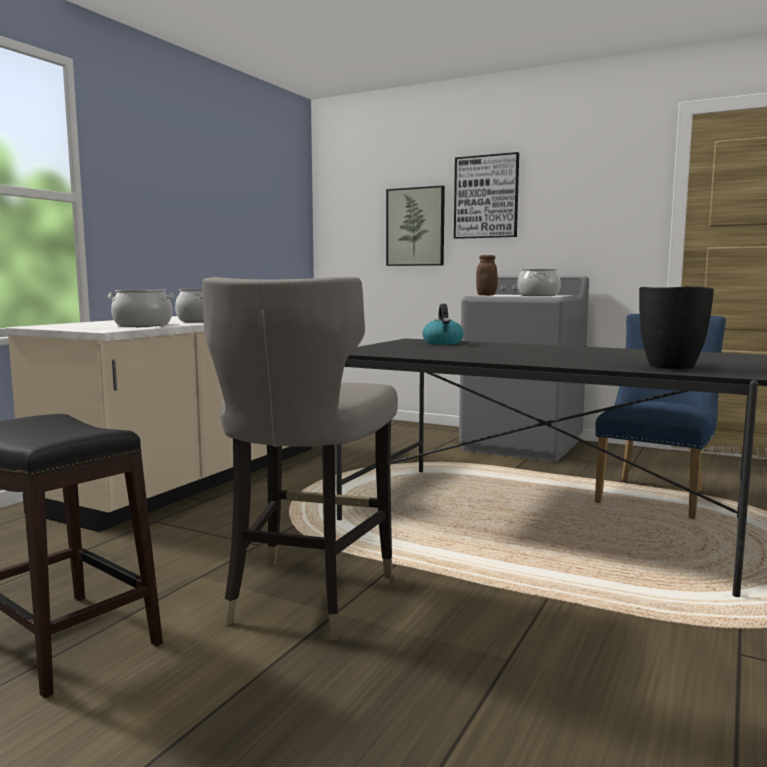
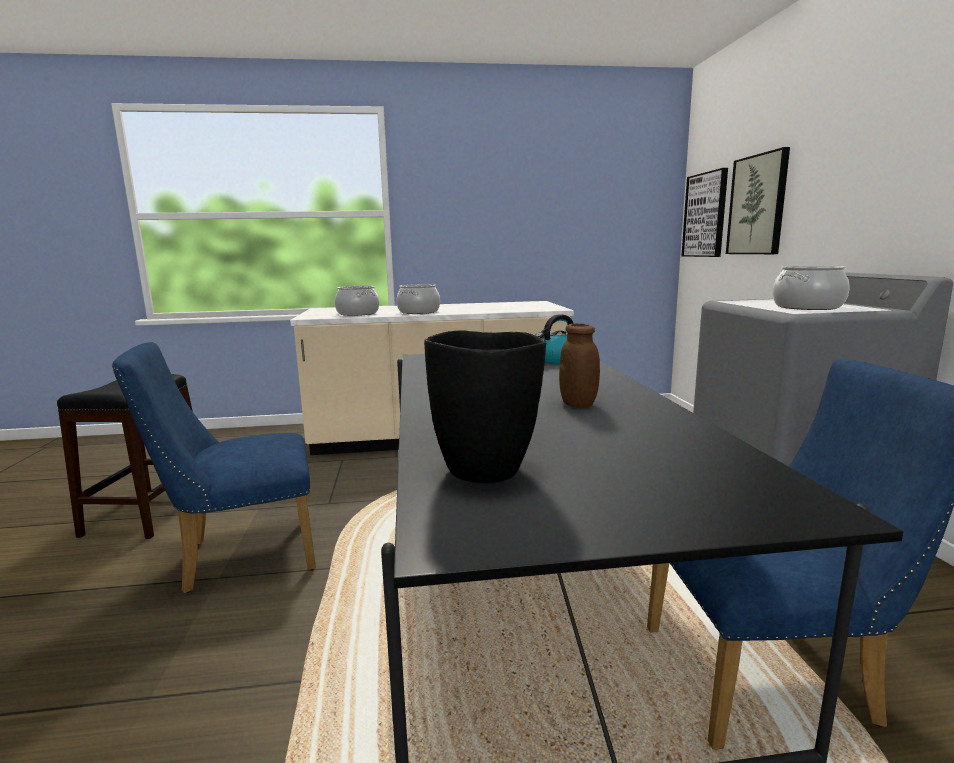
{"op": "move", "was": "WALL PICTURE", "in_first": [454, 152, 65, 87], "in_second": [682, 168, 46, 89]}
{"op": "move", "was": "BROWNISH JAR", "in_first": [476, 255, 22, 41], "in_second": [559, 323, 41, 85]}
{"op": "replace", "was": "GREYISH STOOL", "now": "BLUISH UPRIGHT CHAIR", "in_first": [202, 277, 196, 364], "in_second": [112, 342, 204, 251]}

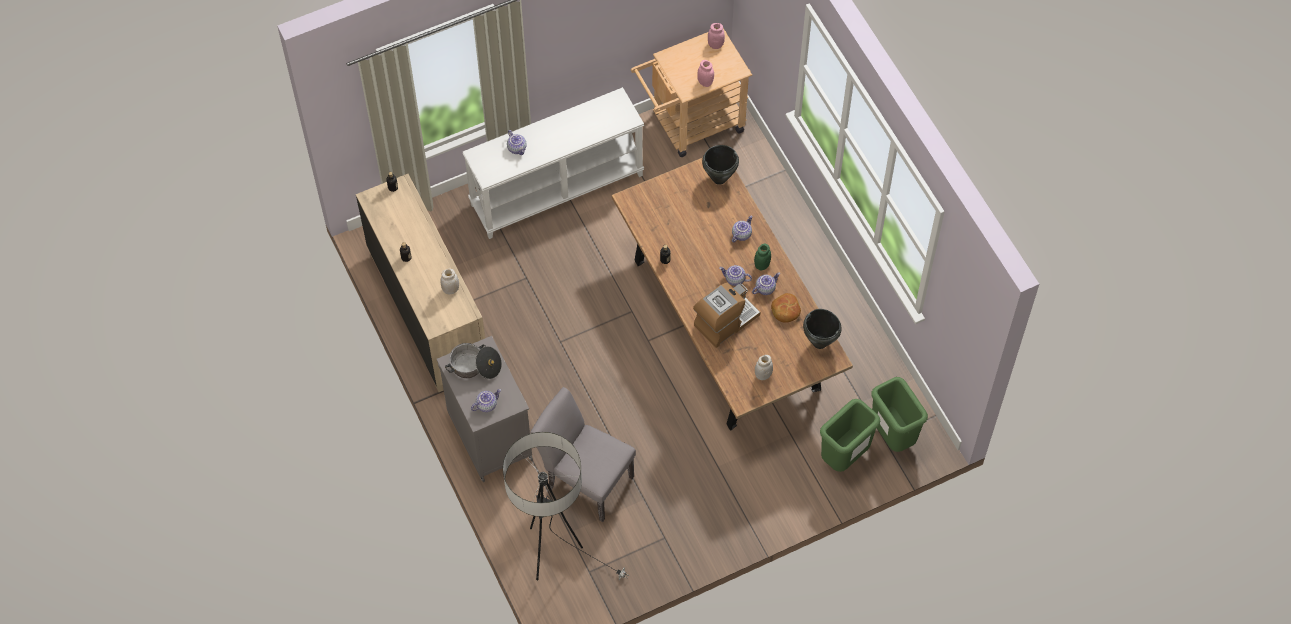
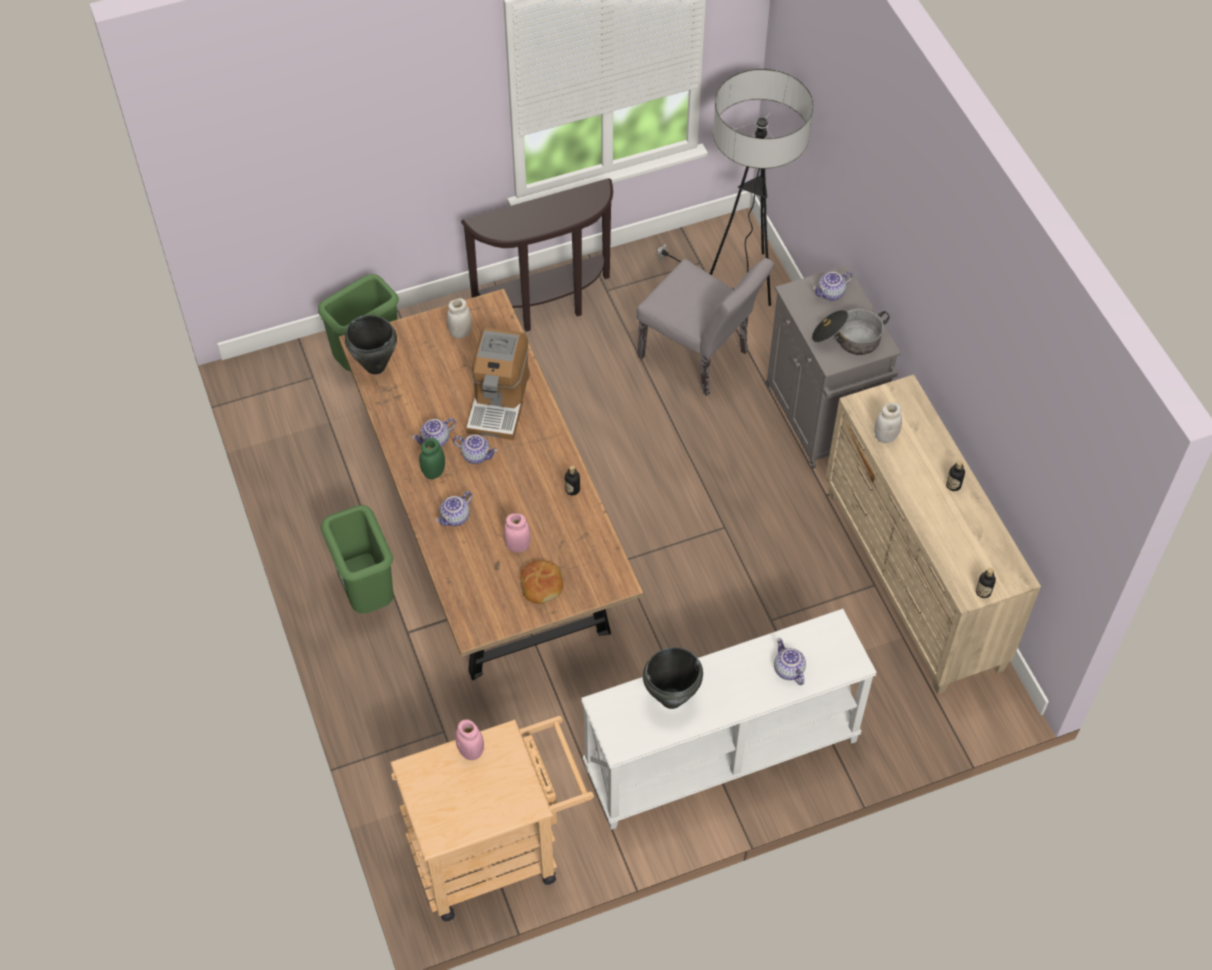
{"op": "insert", "now": "BROWNISH HALL TABLE", "in_second": [461, 178, 152, 154]}
{"op": "move", "was": "BLACK-COLOURED COOKING POT", "in_first": [702, 145, 37, 40], "in_second": [643, 647, 60, 62]}
{"op": "move", "was": "PINK-COLOURED JAR", "in_first": [708, 23, 17, 26], "in_second": [504, 513, 26, 39]}
{"op": "move", "was": "BAKERY BREAD", "in_first": [771, 293, 30, 30], "in_second": [520, 560, 43, 44]}
{"op": "move", "was": "GREEN TRASH CAN", "in_first": [871, 377, 57, 75], "in_second": [321, 505, 73, 109]}
{"op": "rotate", "was": "COFFEE BREWER", "in_first": [693, 283, 67, 65], "in_second": [466, 327, 64, 113], "clockwise": -45}

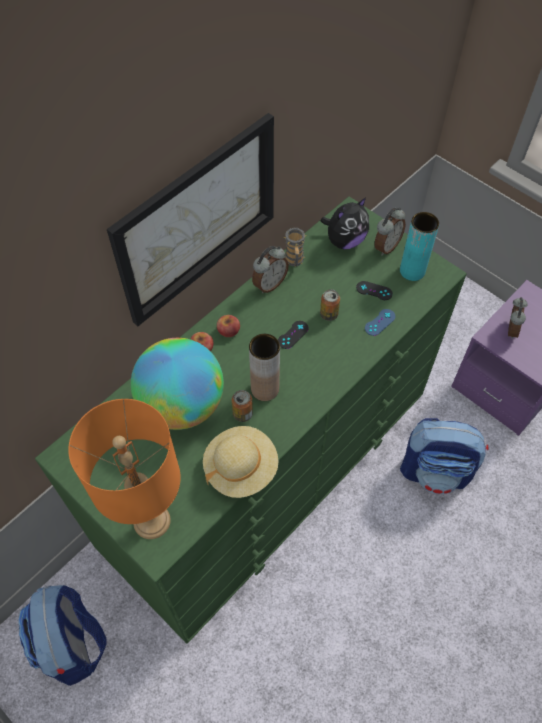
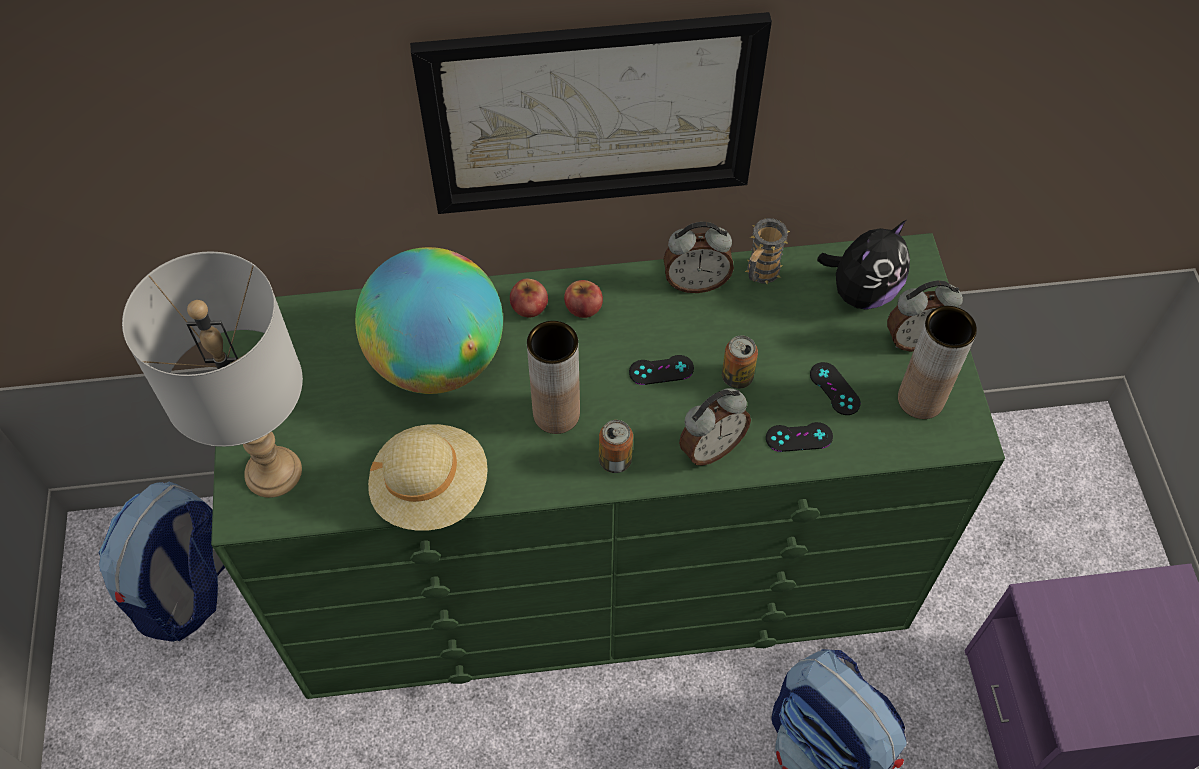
{"op": "move", "was": "CAN", "in_first": [232, 390, 21, 32], "in_second": [599, 420, 34, 53]}
{"op": "move", "was": "ALARM CLOCK", "in_first": [508, 297, 20, 42], "in_second": [679, 388, 72, 77]}
{"op": "recolor", "was": "ORANGE-COLOURED TABLETOP LAMP", "now": "GREYISH TABLETOP LAMP", "in_first": [68, 399, 113, 140], "in_second": [122, 252, 181, 246]}
{"op": "recolor", "was": "BLUISH GAME CONTROLLER", "now": "BLACK-COLOURED GAME CONTROLLER", "in_first": [365, 309, 31, 27], "in_second": [766, 422, 67, 30]}
{"op": "recolor", "was": "TURQUOISE-COLOURED DECORATIVE VASE", "now": "BROWNISH DECORATIVE VASE", "in_first": [400, 212, 39, 69], "in_second": [898, 306, 79, 113]}
{"op": "rotate", "was": "CUDDLY TOY", "in_first": [321, 197, 48, 52], "in_second": [817, 220, 93, 90], "clockwise": -45}

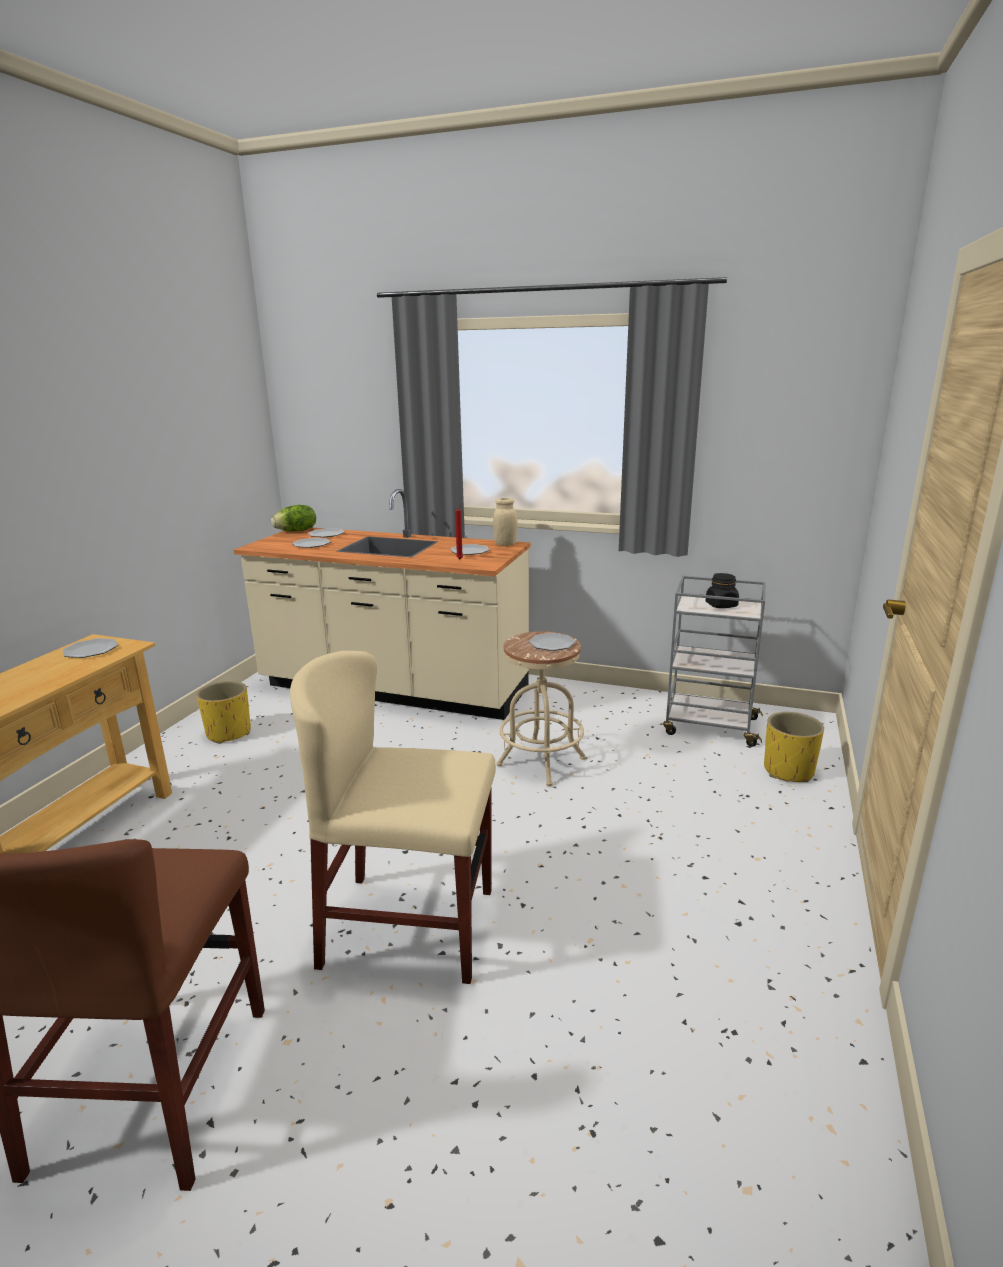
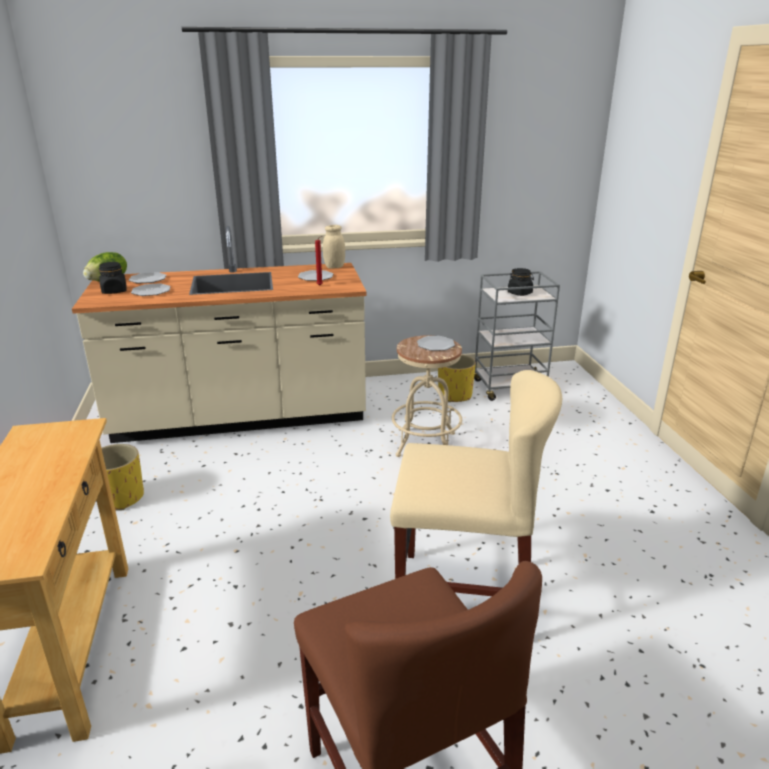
{"op": "delete", "was": "FLAT DISH", "in_first": [62, 638, 56, 20]}
{"op": "insert", "now": "BLACK-COLOURED JAR", "in_second": [99, 262, 28, 32]}
{"op": "move", "was": "YELLOW-COLOURED FLOWER POT", "in_first": [764, 712, 60, 70], "in_second": [438, 355, 38, 47]}
{"op": "rotate", "was": "BEIGE-COLOURED UPRIGHT CHAIR", "in_first": [290, 651, 206, 333], "in_second": [390, 370, 172, 226], "clockwise": -150}

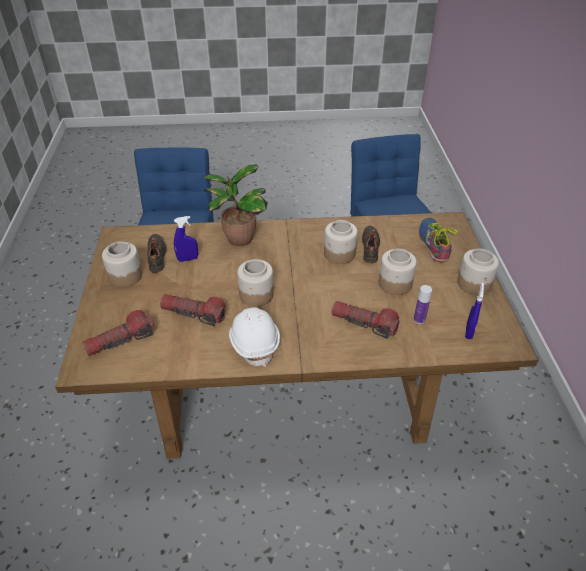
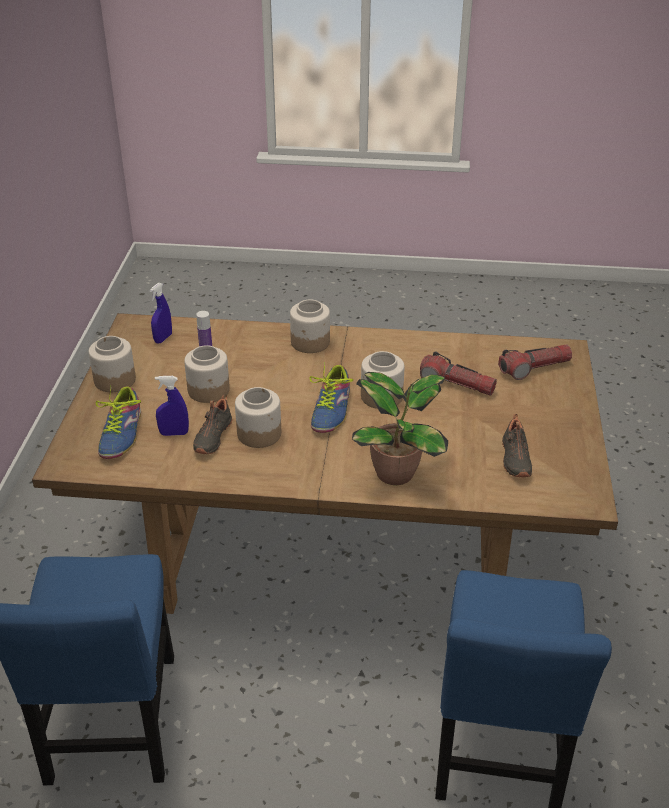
{"op": "delete", "was": "WHITE-COLOURED HARD HAT", "in_first": [229, 307, 51, 60]}
{"op": "delete", "was": "FLASHLIGHT", "in_first": [332, 301, 68, 38]}
{"op": "insert", "now": "LOW SHOE", "in_second": [310, 362, 43, 71]}
{"op": "move", "was": "JAR", "in_first": [102, 241, 40, 46], "in_second": [290, 299, 40, 54]}
{"op": "move", "was": "BLUISH HAND SPRAYER", "in_first": [174, 216, 24, 46], "in_second": [155, 376, 34, 60]}

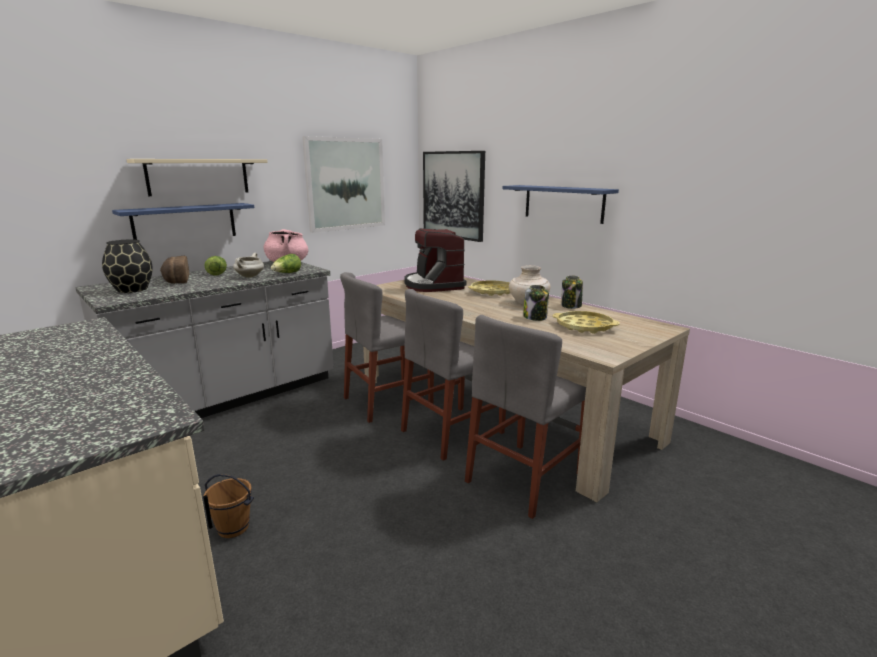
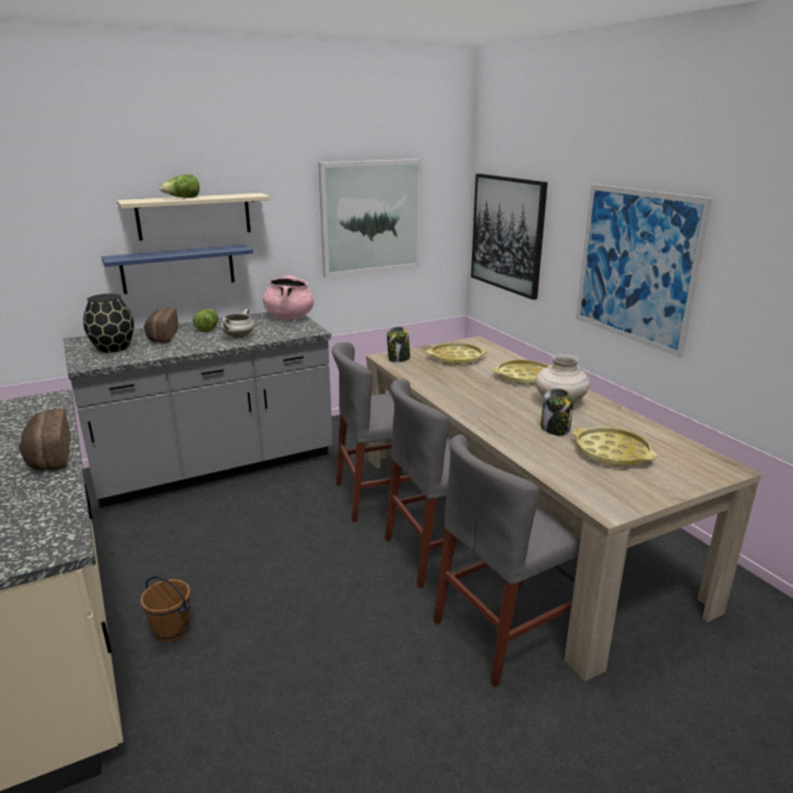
{"op": "insert", "now": "BAKERY BREAD", "in_second": [19, 408, 51, 63]}
{"op": "move", "was": "LETTUCE HEAD", "in_first": [271, 254, 30, 19], "in_second": [160, 174, 40, 24]}
{"op": "move", "was": "JAR", "in_first": [561, 275, 22, 34], "in_second": [387, 326, 23, 37]}
{"op": "replace", "was": "COFFEE BREWER", "now": "YELLOW-COLOURED TRAY", "in_first": [404, 228, 63, 64], "in_second": [426, 343, 61, 22]}
{"op": "replace", "was": "BLUISH BRACKET SHELF", "now": "WALL PICTURE", "in_first": [502, 185, 117, 39], "in_second": [576, 184, 137, 174]}

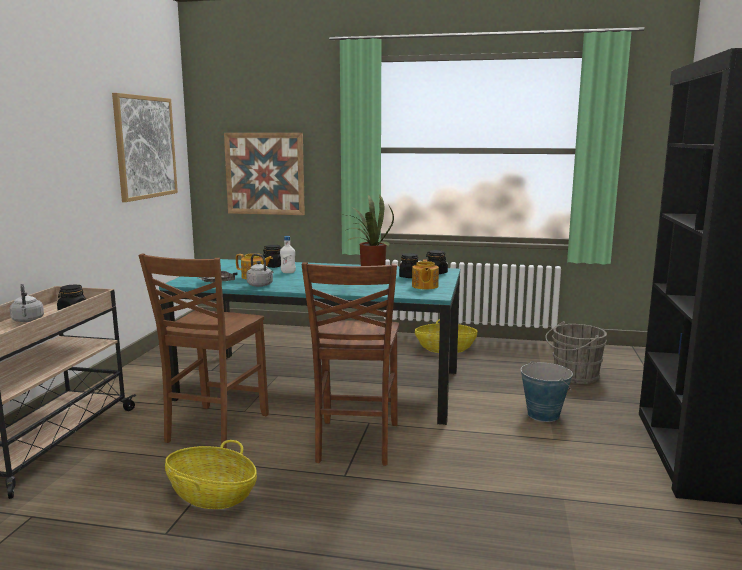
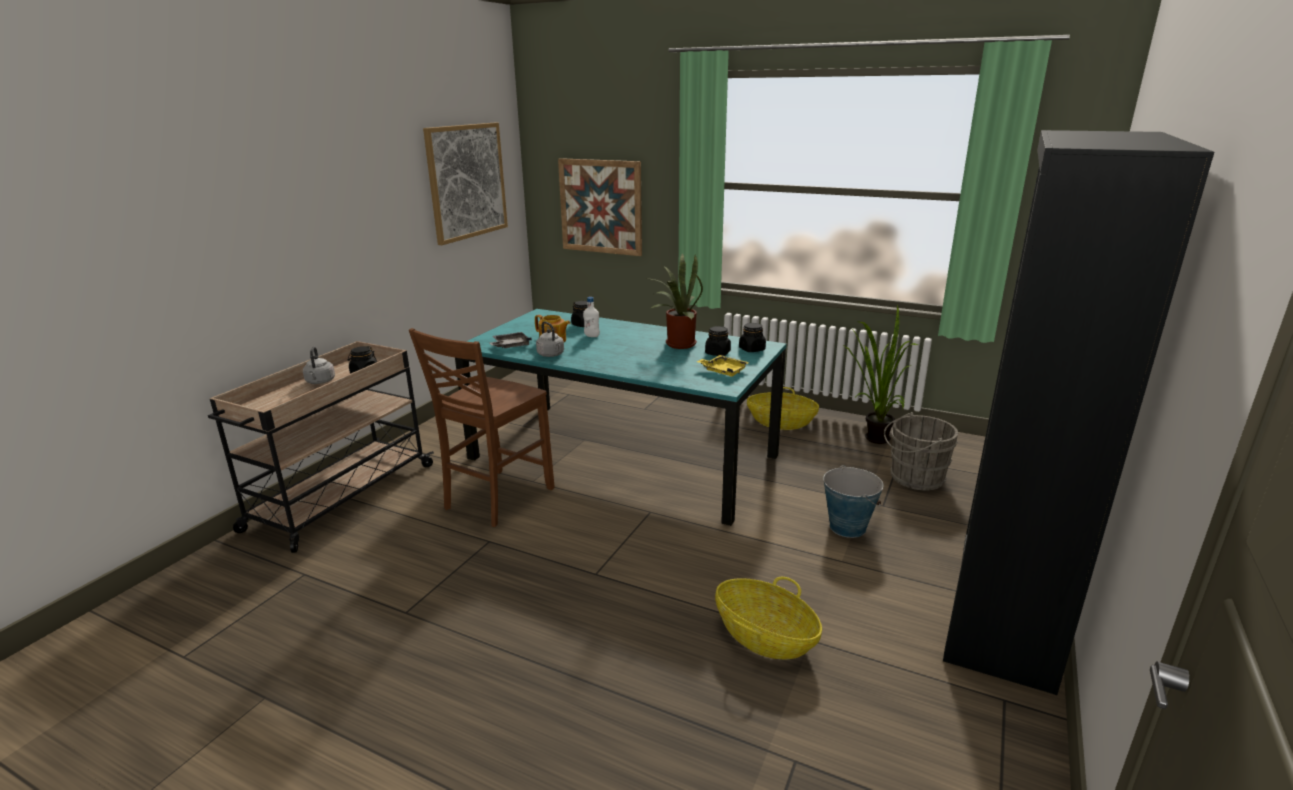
{"op": "delete", "was": "BROWNISH UPRIGHT CHAIR", "in_first": [301, 262, 98, 204]}
{"op": "insert", "now": "HOUSEPLANT", "in_second": [845, 305, 73, 139]}
{"op": "move", "was": "STORAGE BASKET", "in_first": [165, 440, 92, 69], "in_second": [715, 577, 107, 82]}
{"op": "replace", "was": "TEA POT", "now": "YELLOW-COLOURED TRAY", "in_first": [412, 259, 27, 30], "in_second": [697, 355, 52, 22]}

